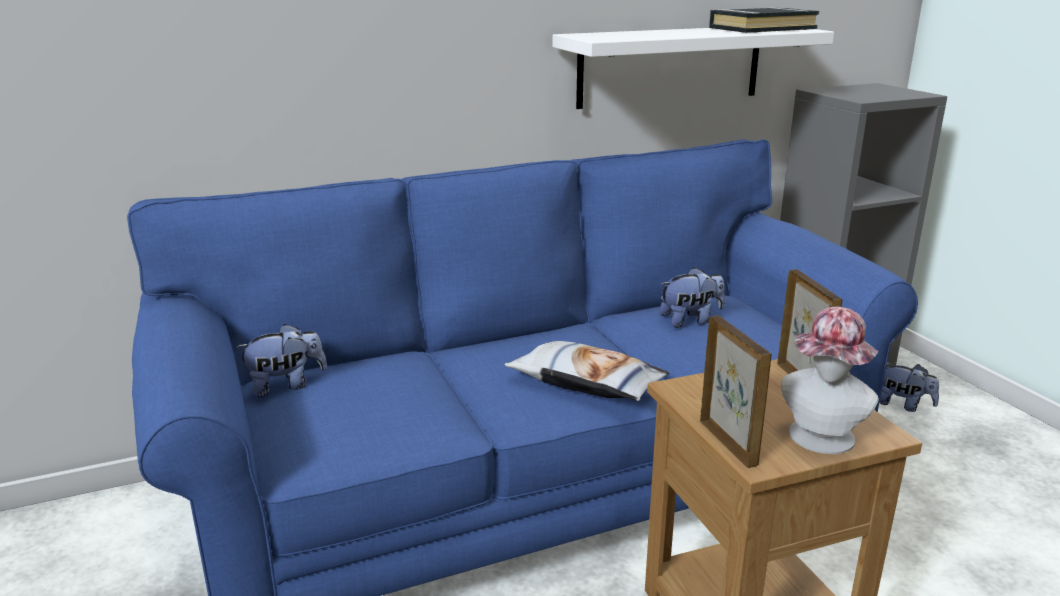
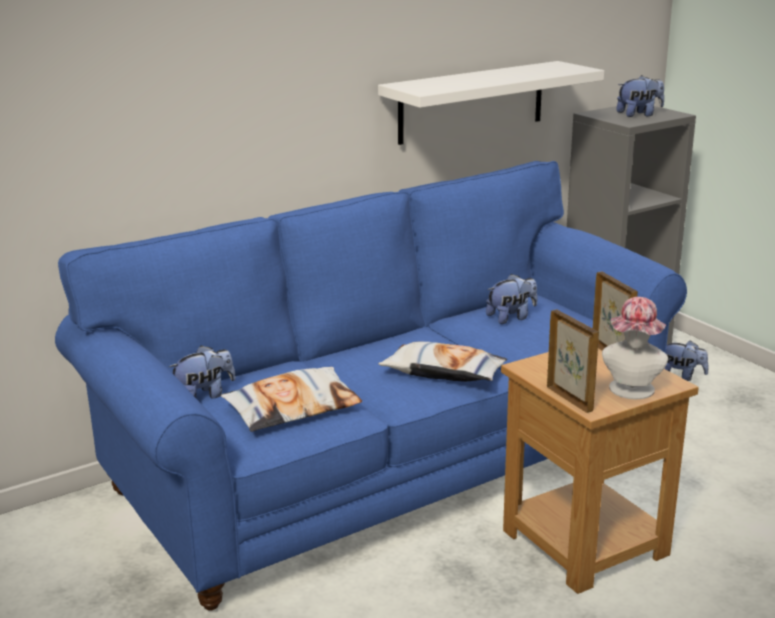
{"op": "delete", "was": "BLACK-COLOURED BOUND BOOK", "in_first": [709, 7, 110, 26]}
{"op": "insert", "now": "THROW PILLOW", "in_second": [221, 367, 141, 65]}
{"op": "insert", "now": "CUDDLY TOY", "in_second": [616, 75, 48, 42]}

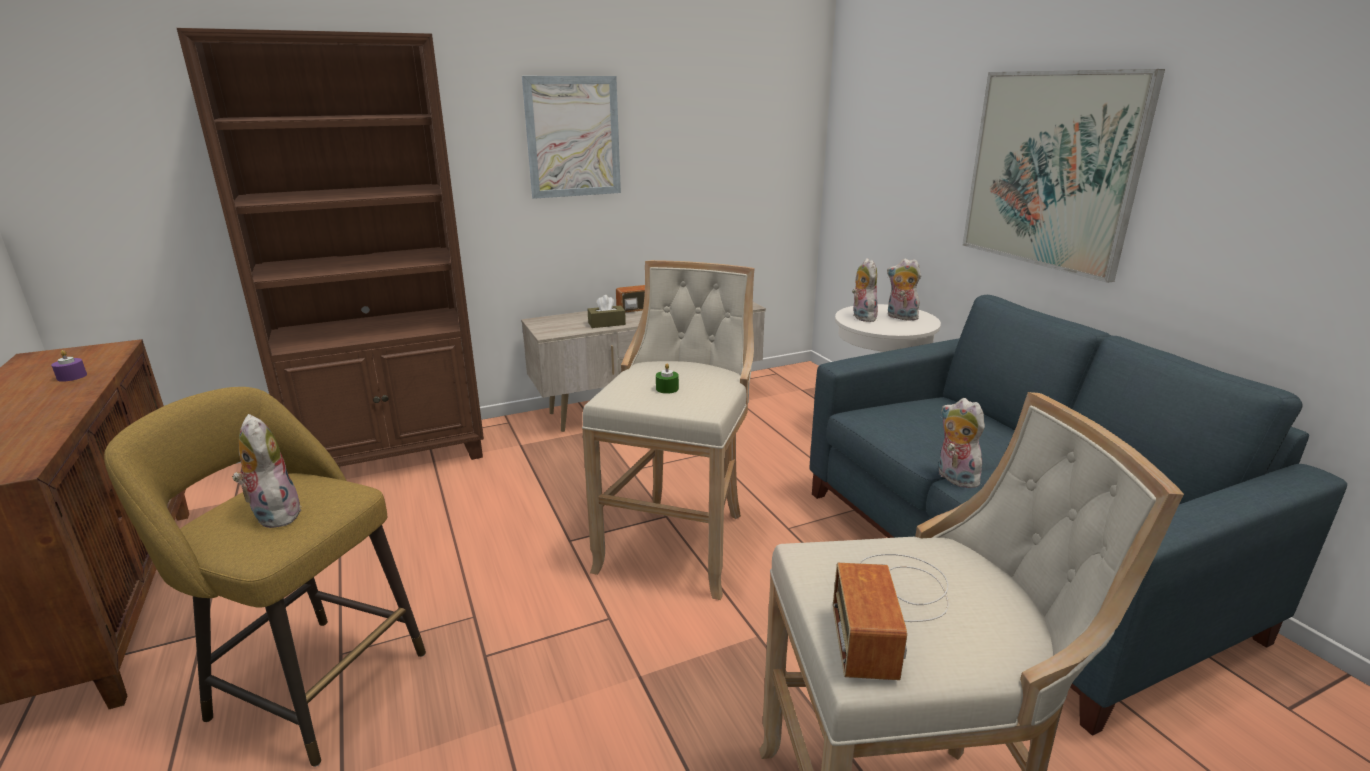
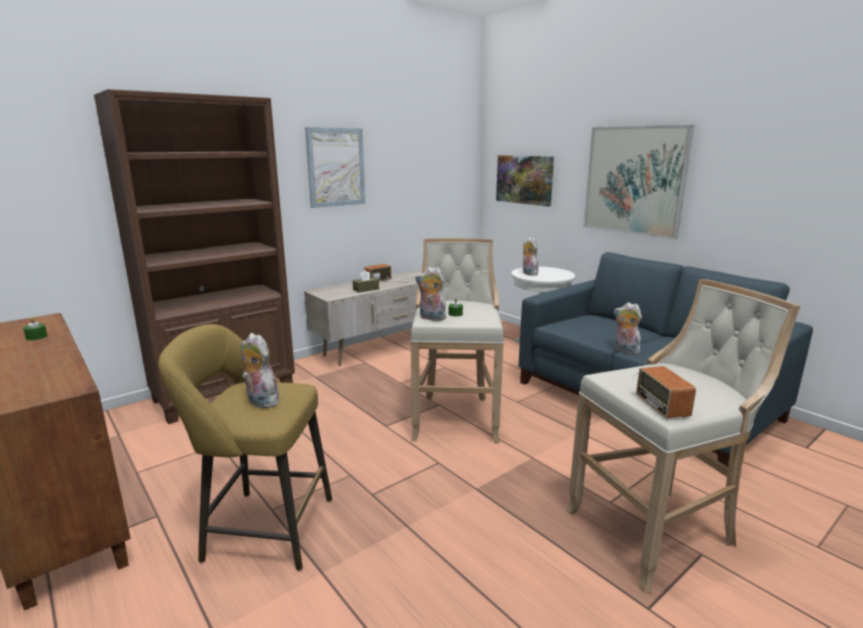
{"op": "insert", "now": "WALL PICTURE", "in_second": [496, 155, 58, 51]}
{"op": "move", "was": "CUDDLY TOY", "in_first": [887, 258, 34, 63], "in_second": [415, 267, 33, 54]}
{"op": "recolor", "was": "PURPLE-COLOURED CANDLE", "now": "GREEN CANDLE", "in_first": [51, 350, 36, 32], "in_second": [23, 317, 25, 24]}

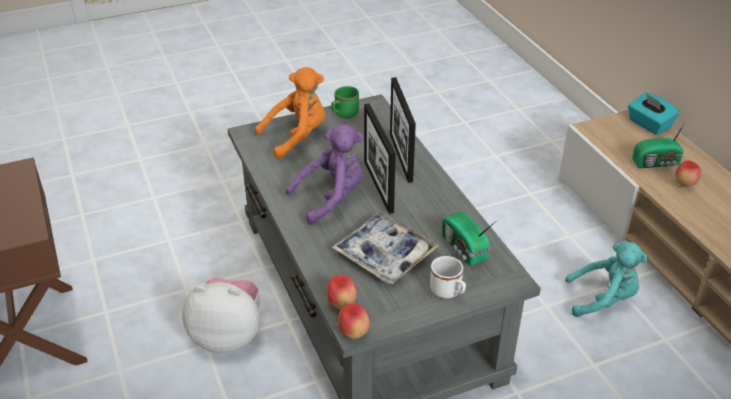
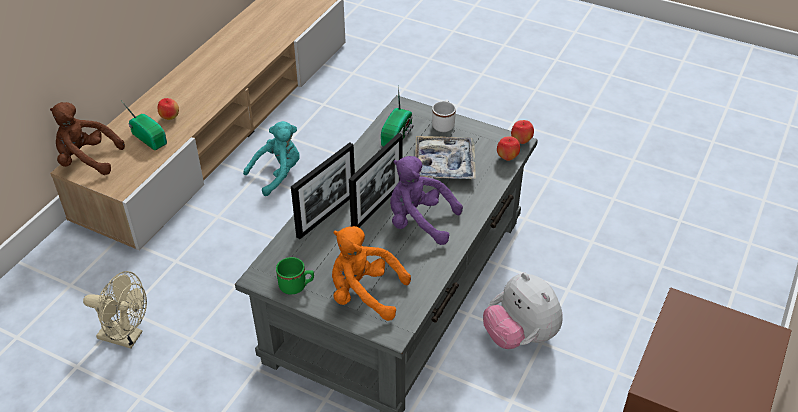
{"op": "insert", "now": "BEIGE-COLOURED ELECTRIC FAN", "in_second": [83, 271, 64, 78]}
{"op": "replace", "was": "TURQUOISE-COLOURED TISSUE HOLDER", "now": "BROWNISH CUDDLY TOY", "in_first": [628, 92, 52, 43], "in_second": [50, 102, 75, 73]}
{"op": "rotate", "was": "TURQUOISE-COLOURED CUDDLY TOY", "in_first": [565, 242, 83, 75], "in_second": [243, 121, 57, 75], "clockwise": 90}

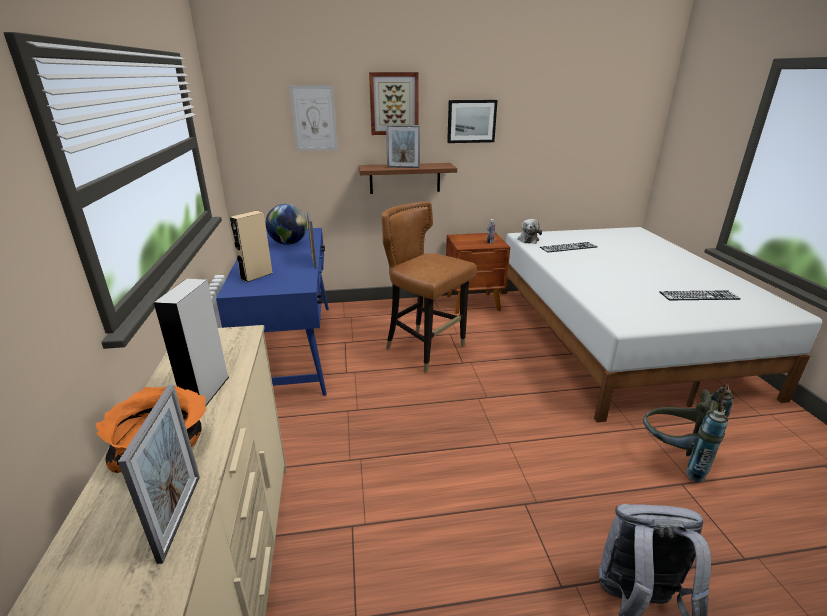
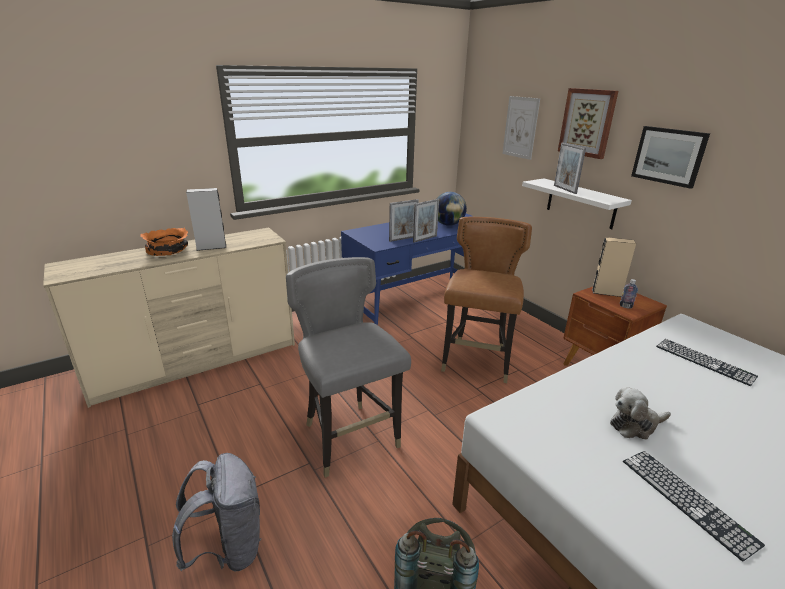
{"op": "insert", "now": "GREYISH UPRIGHT CHAIR", "in_second": [286, 257, 125, 221]}
{"op": "move", "was": "PHOTO FRAME", "in_first": [118, 385, 82, 179], "in_second": [389, 199, 30, 43]}
{"op": "move", "was": "BEIGE-COLOURED LOUDSPEAKER", "in_first": [230, 211, 42, 71], "in_second": [592, 237, 44, 60]}
{"op": "move", "was": "CUDDLY TOY", "in_first": [517, 219, 25, 25], "in_second": [610, 387, 61, 53]}
{"op": "recolor", "was": "BROWNISH BRACKET SHELF", "now": "WHITE-COLOURED BRACKET SHELF", "in_first": [358, 163, 99, 31], "in_second": [522, 178, 110, 51]}

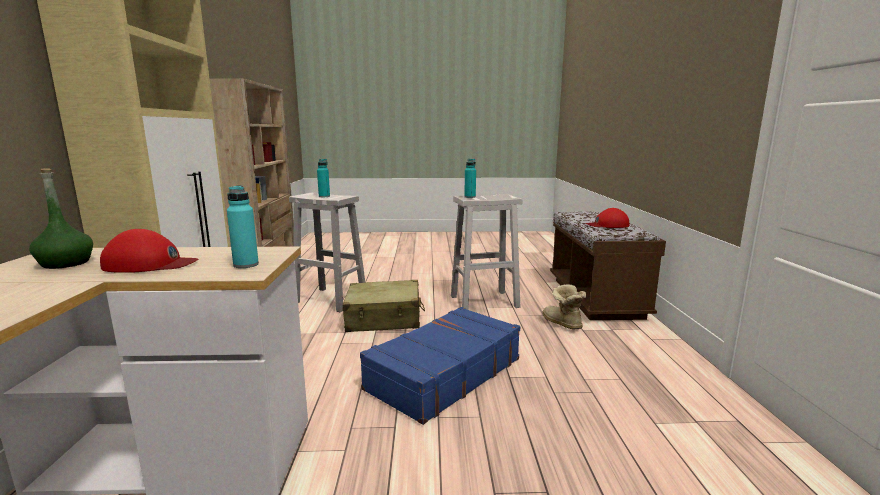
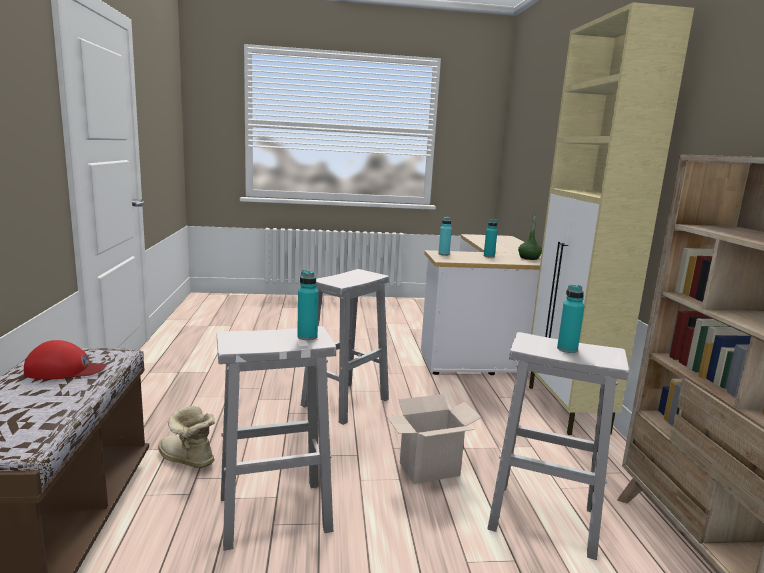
{"op": "replace", "was": "REDDISH BASEBALL CAP", "now": "TURQUOISE-COLOURED BEVERAGE BOTTLE", "in_first": [100, 229, 98, 44], "in_second": [484, 219, 14, 39]}
{"op": "replace", "was": "BEIGE-COLOURED PIECE OF LUGGAGE", "now": "CARTON", "in_first": [342, 280, 83, 52], "in_second": [386, 394, 95, 90]}
{"op": "replace", "was": "BLUISH PIECE OF LUGGAGE", "now": "WHITE-COLOURED STOOL", "in_first": [360, 307, 160, 118], "in_second": [301, 269, 88, 156]}
{"op": "rotate", "was": "HIGH-TOP BOOT", "in_first": [542, 284, 44, 46], "in_second": [158, 406, 57, 62], "clockwise": 150}

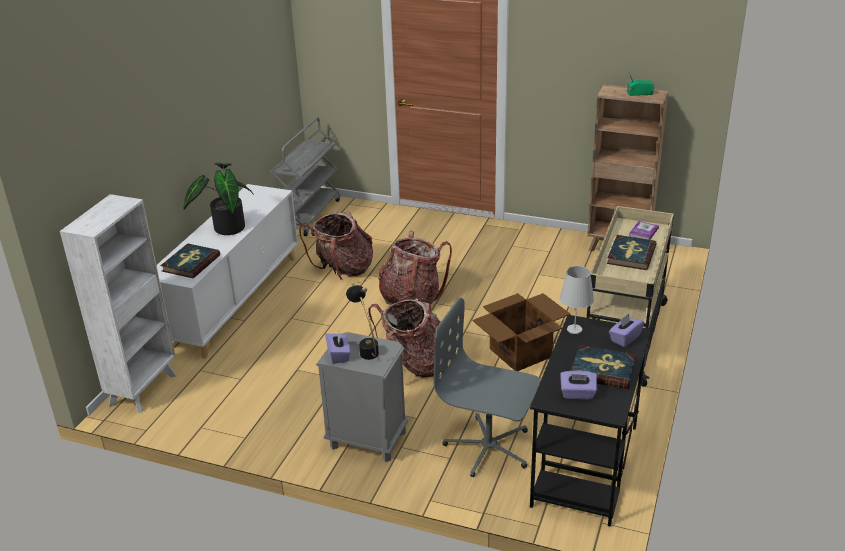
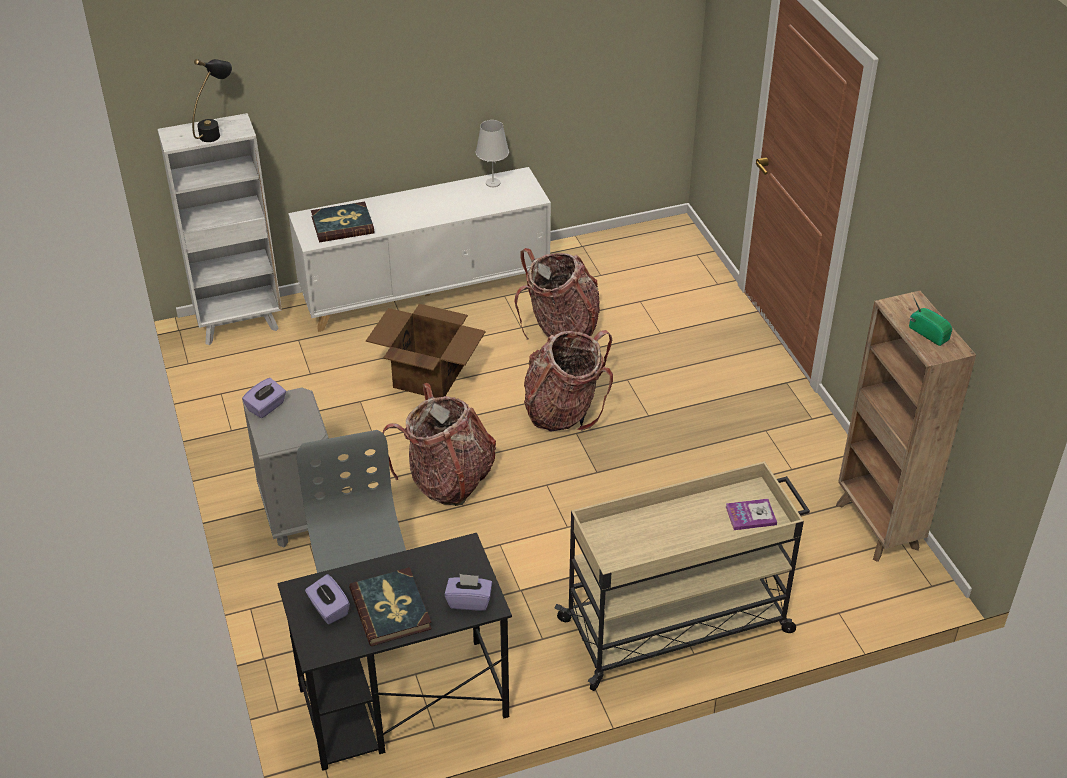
{"op": "delete", "was": "HOUSEPLANT", "in_first": [183, 163, 71, 72]}
{"op": "delete", "was": "GREYISH CART", "in_first": [270, 117, 70, 119]}
{"op": "delete", "was": "BOUND BOOK", "in_first": [607, 235, 49, 35]}
{"op": "move", "was": "BLACK-COLOURED TABLETOP LAMP", "in_first": [346, 285, 33, 75], "in_second": [192, 59, 40, 83]}
{"op": "move", "was": "CARTON", "in_first": [473, 293, 98, 78], "in_second": [366, 304, 120, 94]}
{"op": "move", "was": "WHITE-COLOURED TABLETOP LAMP", "in_first": [559, 266, 35, 68], "in_second": [476, 120, 33, 67]}

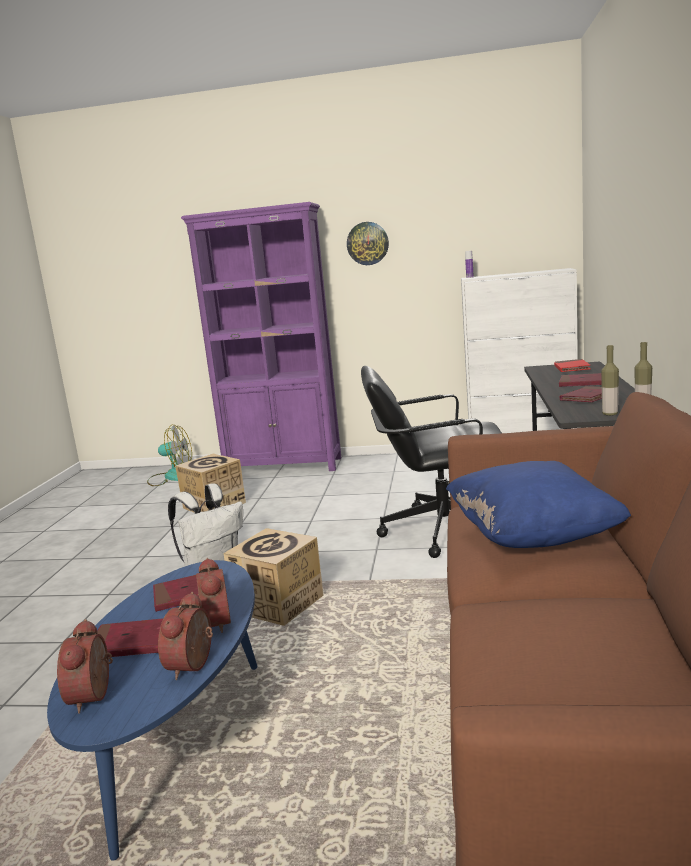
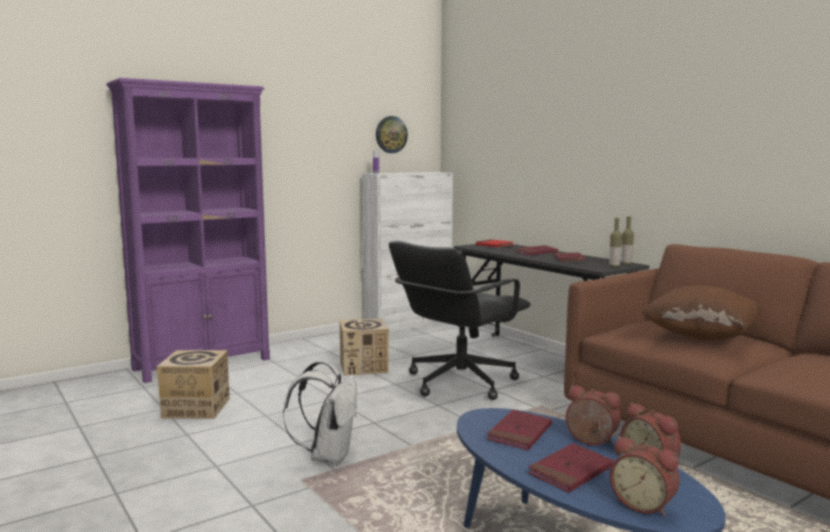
{"op": "delete", "was": "ELECTRIC FAN", "in_first": [147, 425, 45, 61]}
{"op": "move", "was": "CARTON", "in_first": [223, 528, 101, 98], "in_second": [340, 318, 49, 58]}
{"op": "move", "was": "HANGING CLOCK", "in_first": [347, 222, 42, 43], "in_second": [376, 116, 32, 37]}
{"op": "recolor", "was": "BLUISH THROW PILLOW", "now": "BROWNISH THROW PILLOW", "in_first": [446, 461, 185, 87], "in_second": [641, 285, 122, 56]}

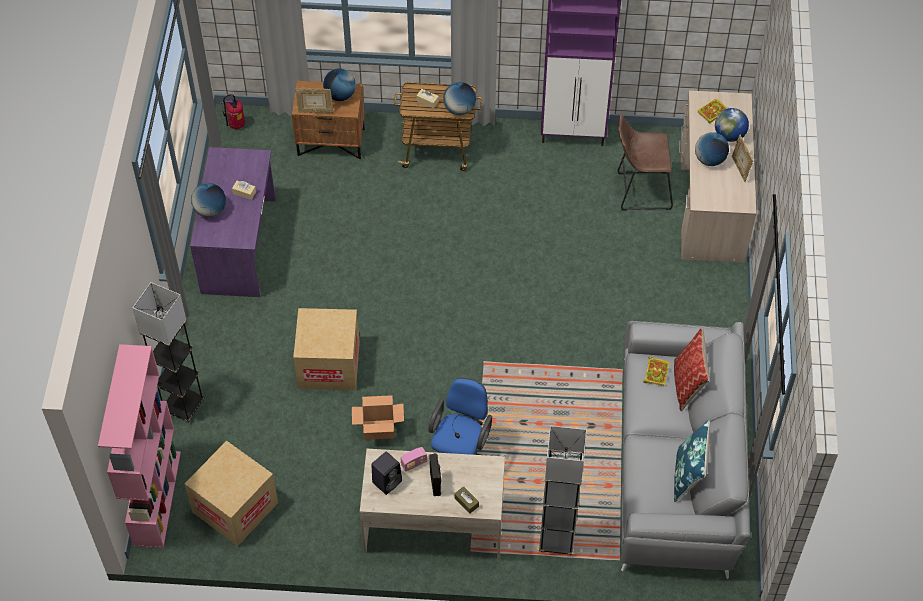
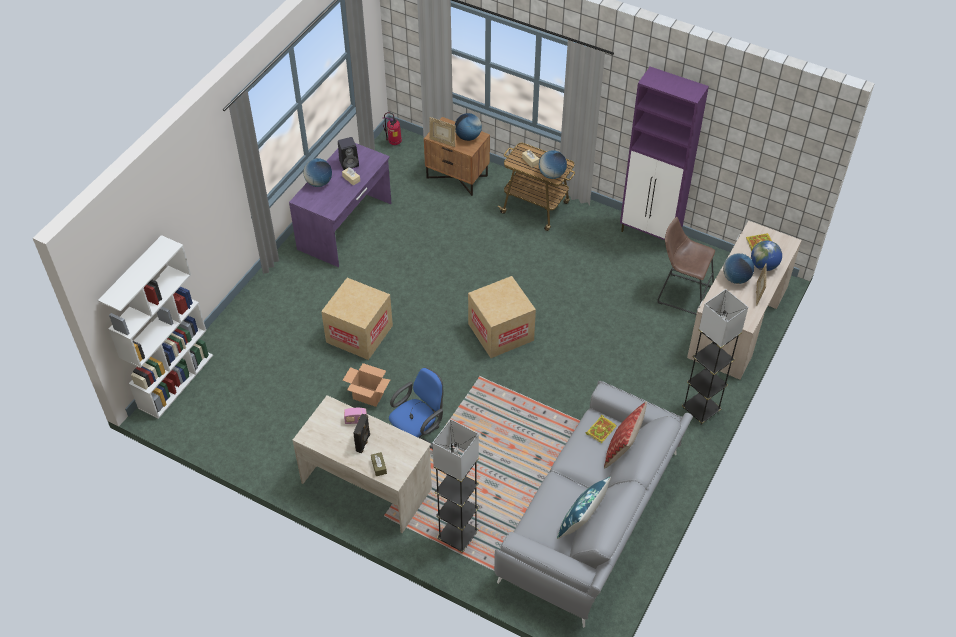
{"op": "move", "was": "GREYISH FLOOR LAMP", "in_first": [133, 282, 72, 140], "in_second": [682, 289, 66, 136]}
{"op": "move", "was": "CARTON", "in_first": [185, 441, 93, 105], "in_second": [468, 276, 68, 82]}
{"op": "move", "was": "BLACK-COLOURED LOUDSPEAKER", "in_first": [371, 452, 31, 43], "in_second": [338, 137, 21, 33]}
{"op": "recolor", "was": "PINK-COLOURED BOOKSHELF", "now": "WHITE-COLOURED BOOKSHELF", "in_first": [98, 344, 83, 204], "in_second": [98, 235, 115, 184]}

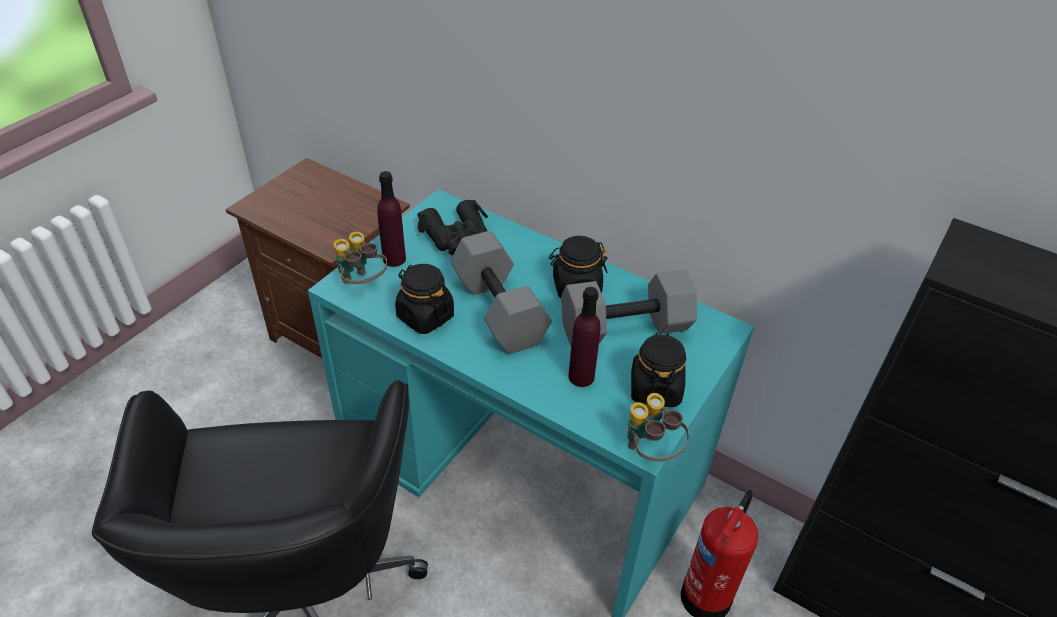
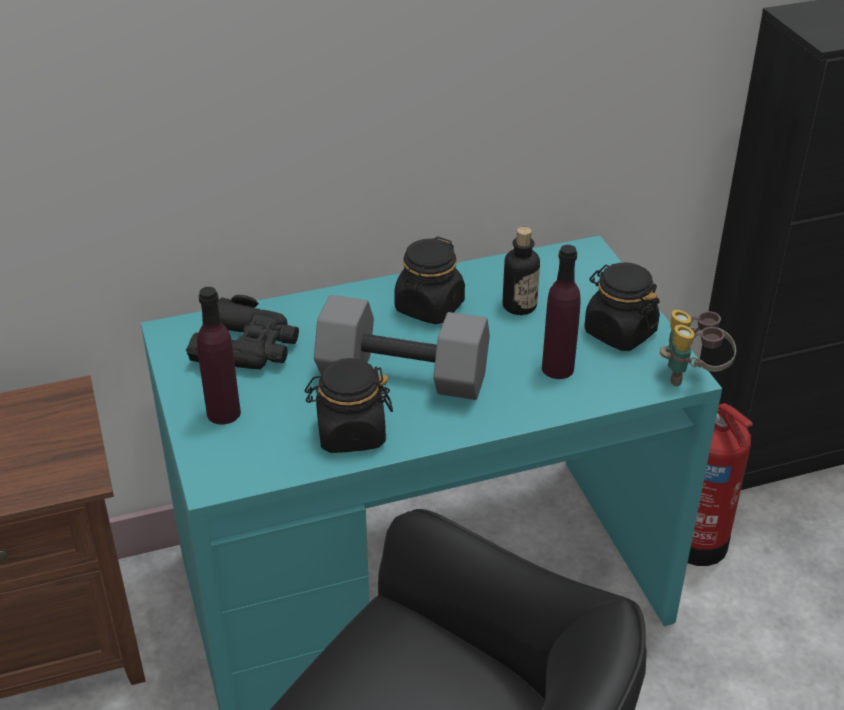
{"op": "delete", "was": "BINOCULARS", "in_first": [334, 232, 53, 52]}
{"op": "replace", "was": "GREYISH DUMBBELL", "now": "BEVERAGE BOTTLE", "in_first": [561, 270, 136, 76], "in_second": [503, 227, 37, 88]}

